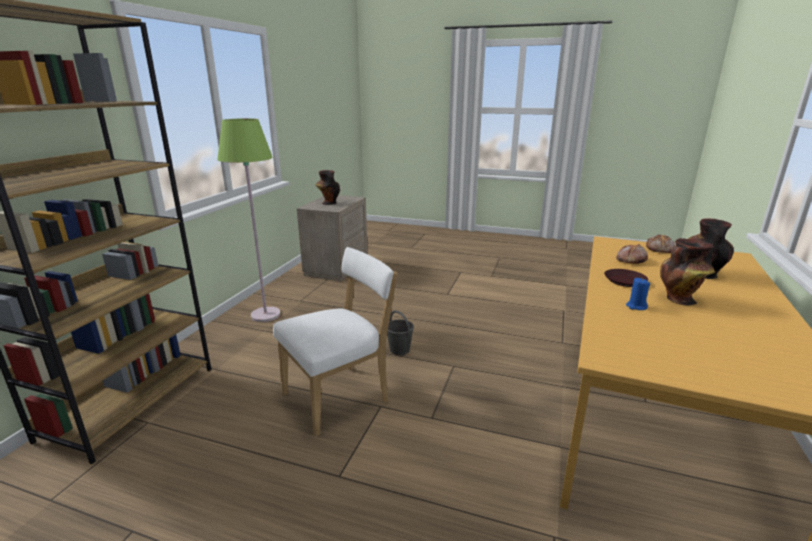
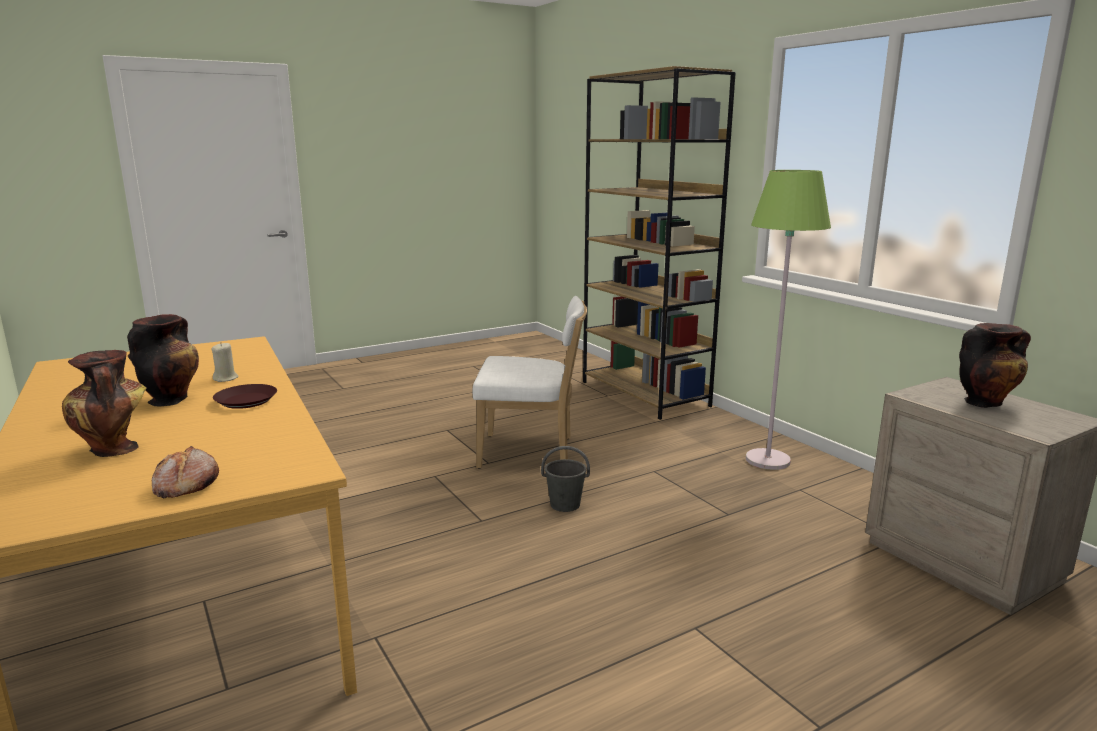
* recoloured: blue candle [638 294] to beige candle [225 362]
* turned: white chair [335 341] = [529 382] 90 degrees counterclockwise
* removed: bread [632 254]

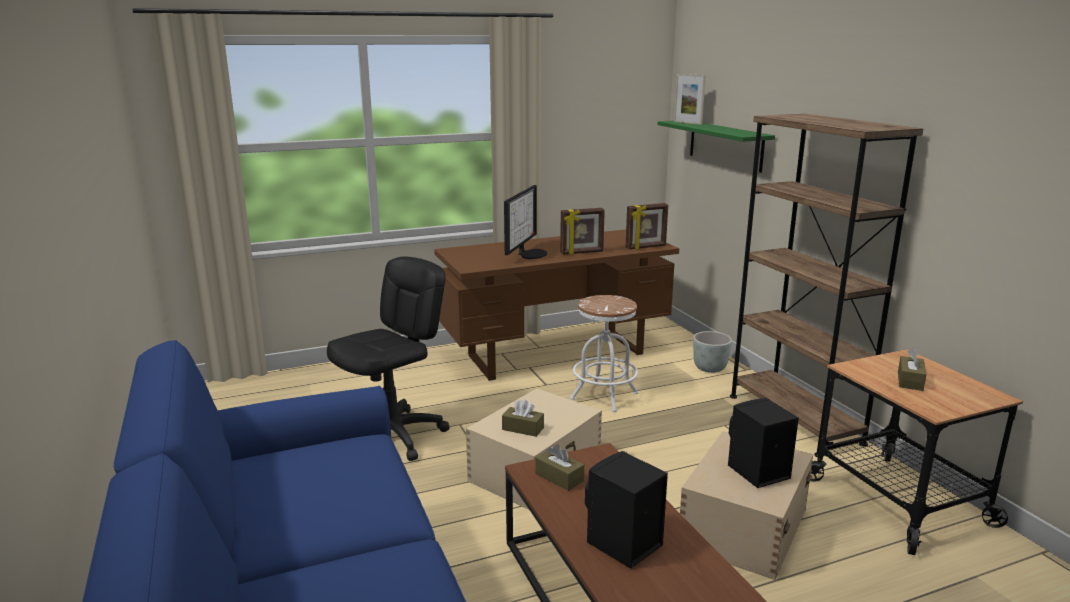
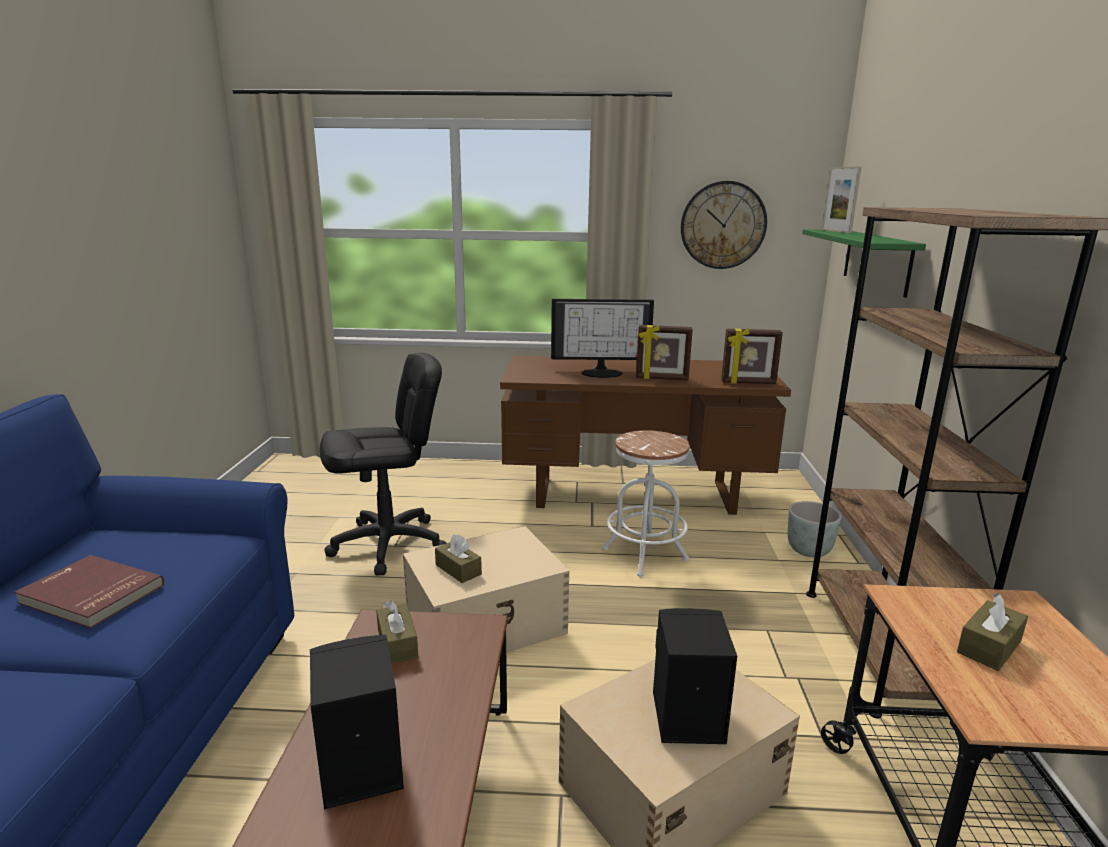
* added: red book [89 592]
* turned: monitor [525 222] = [602 338] 45 degrees clockwise
* added: wall clock [724 225]

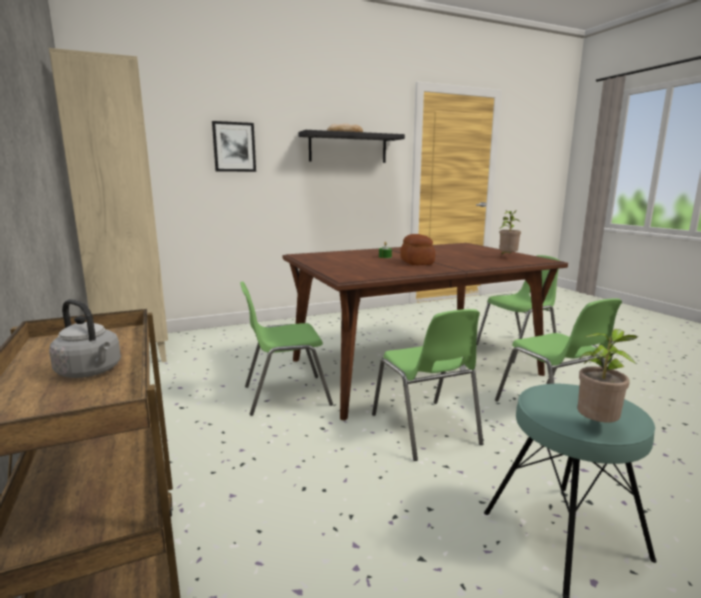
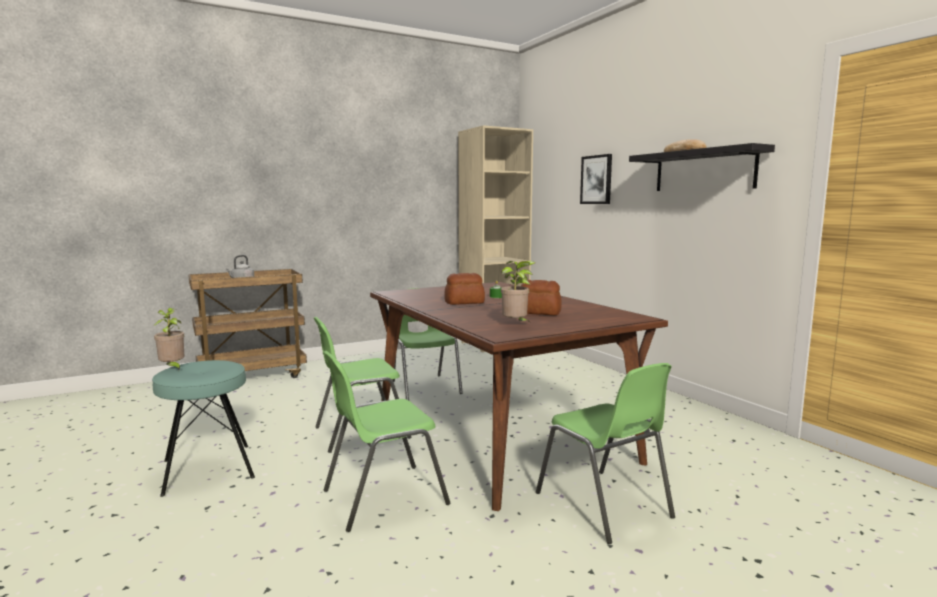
* added: bread [541 297]

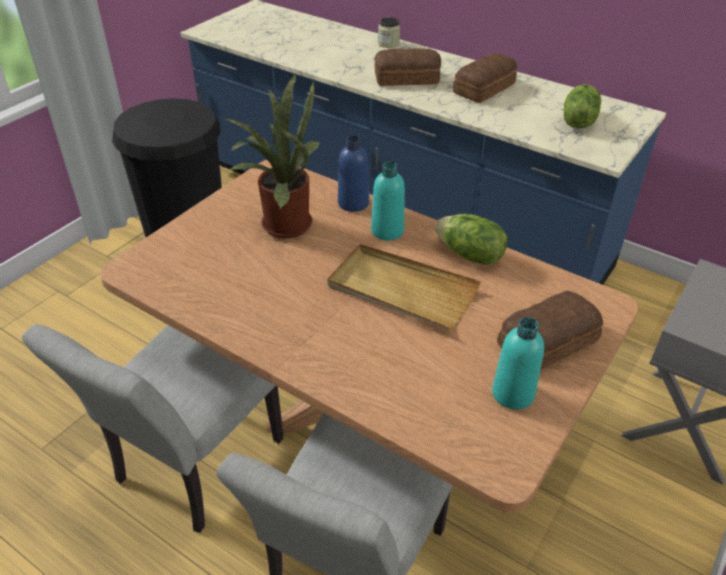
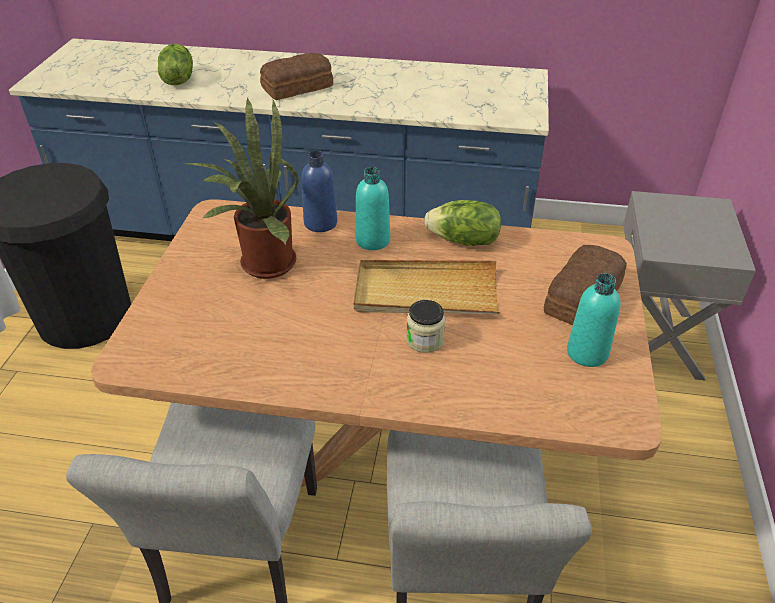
* moved: lettuce [582 106] to [175 64]
* moved: jar [389 32] to [426 326]
* removed: bread [485 78]

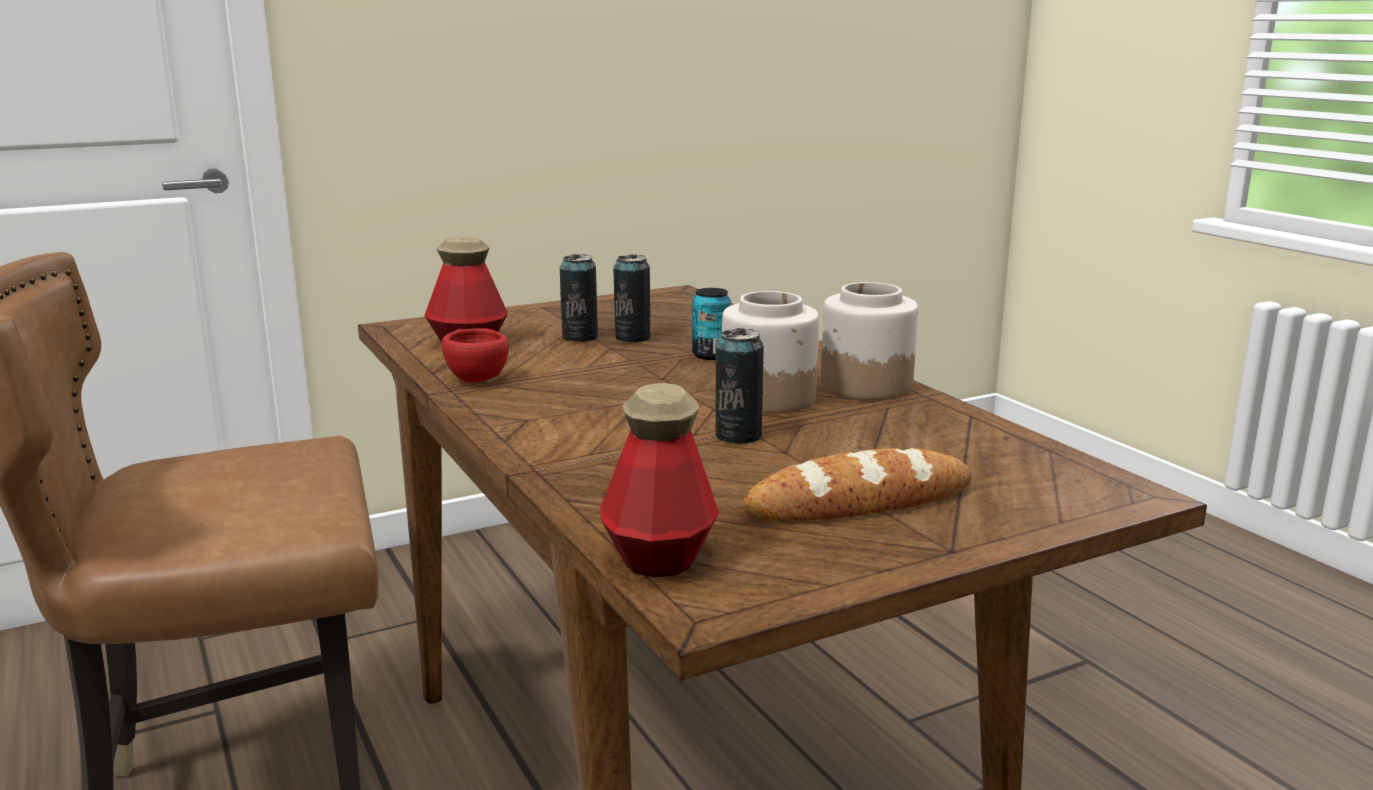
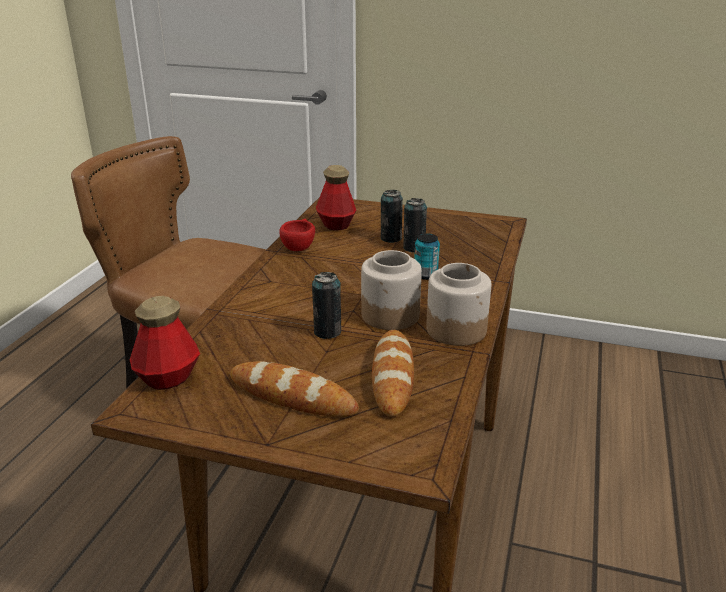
* added: bread [393 373]

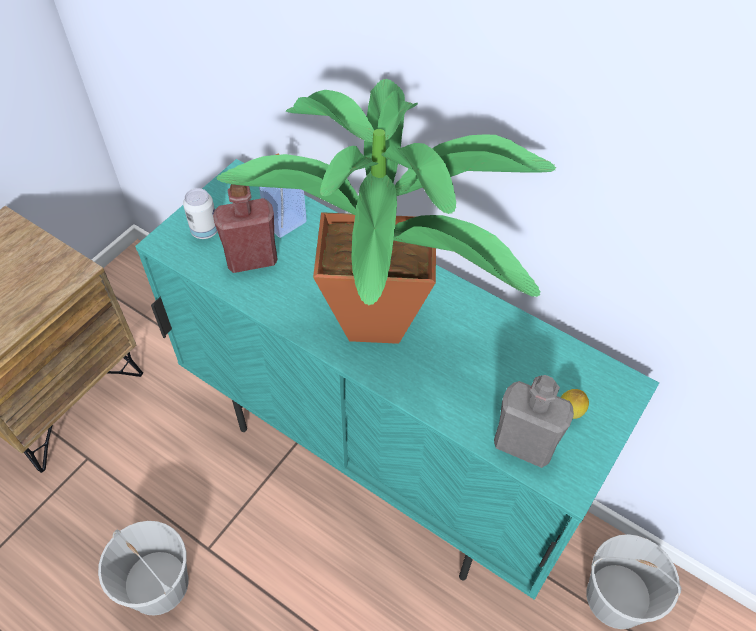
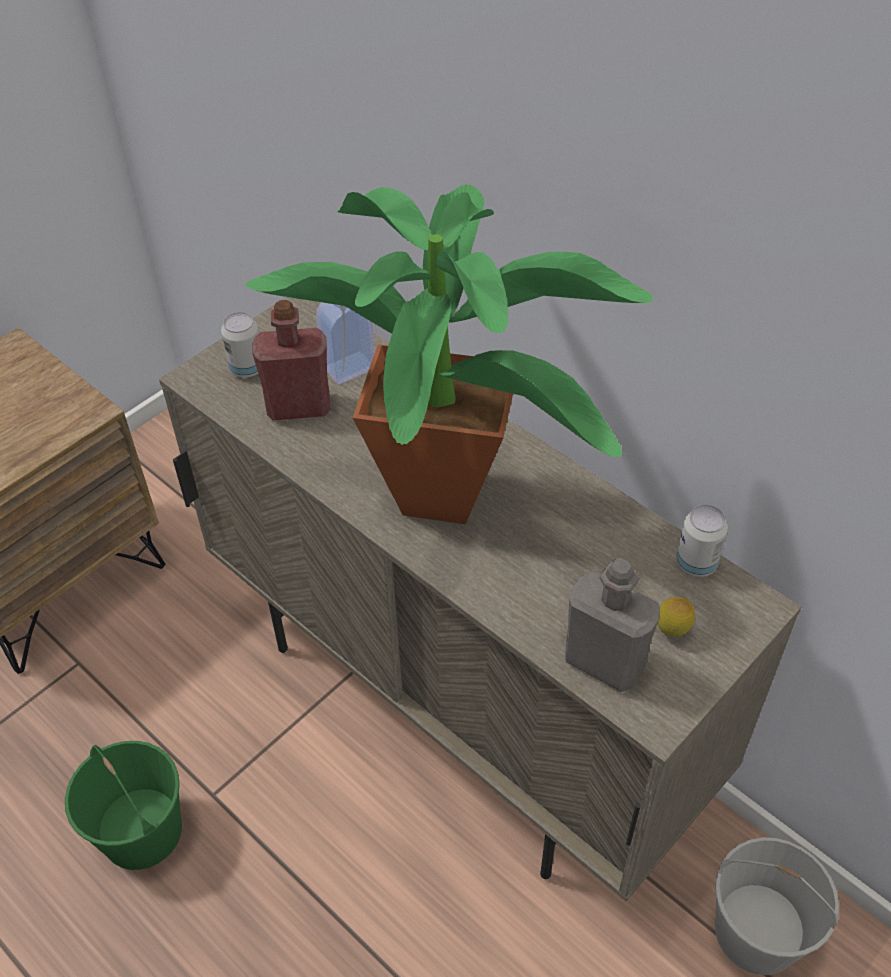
* recoloured: white bucket [143 568] to green bucket [123 805]
* recoloured: turquoise cabinet [397 379] to beige cabinet [480 599]
* added: can [702 541]

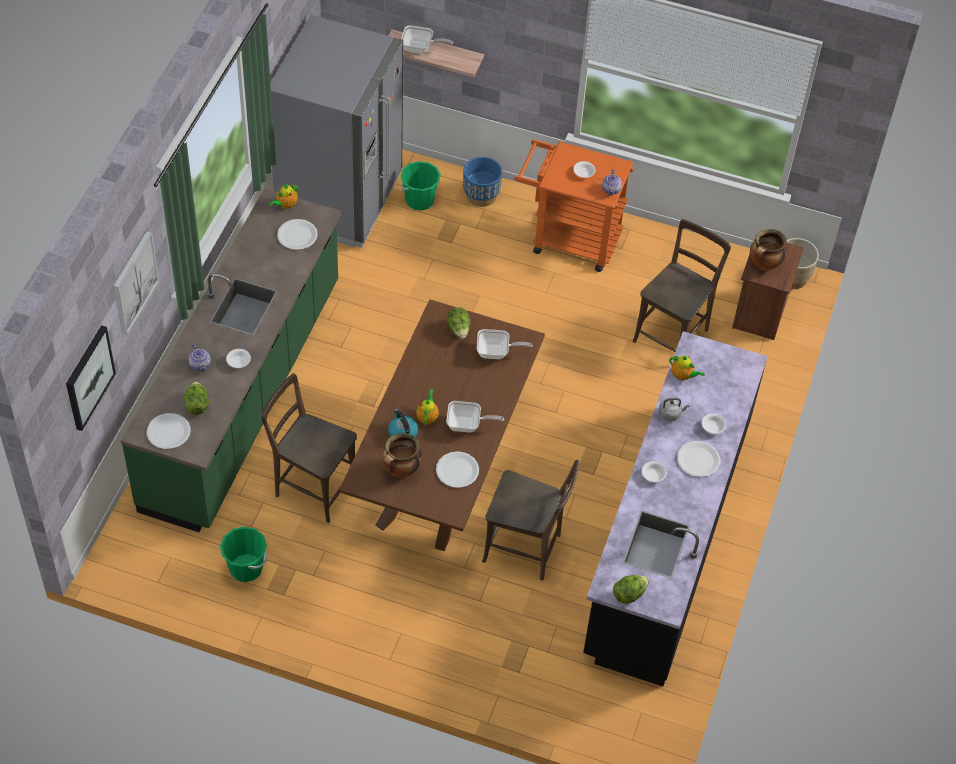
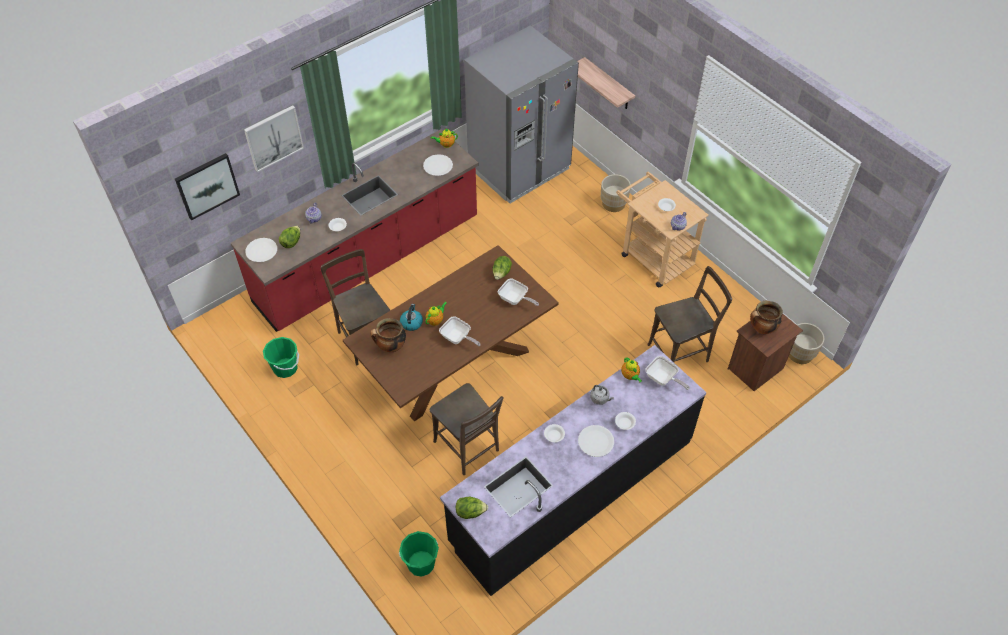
* recoloured: green counter [231 360] to red counter [354 230]
* moved: green bucket [421 186] to [419 554]
* recoloured: blue planter [482 182] to beige planter [616 193]
* recoloured: orange cart [573 205] to beige cart [662 230]
* moved: frying pan [427 39] to [668 373]
* removed: white plate [457 469]

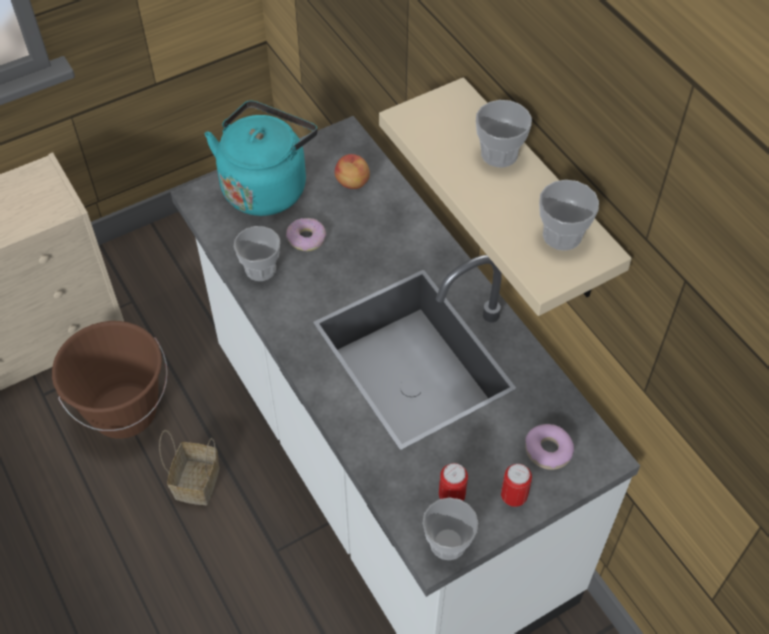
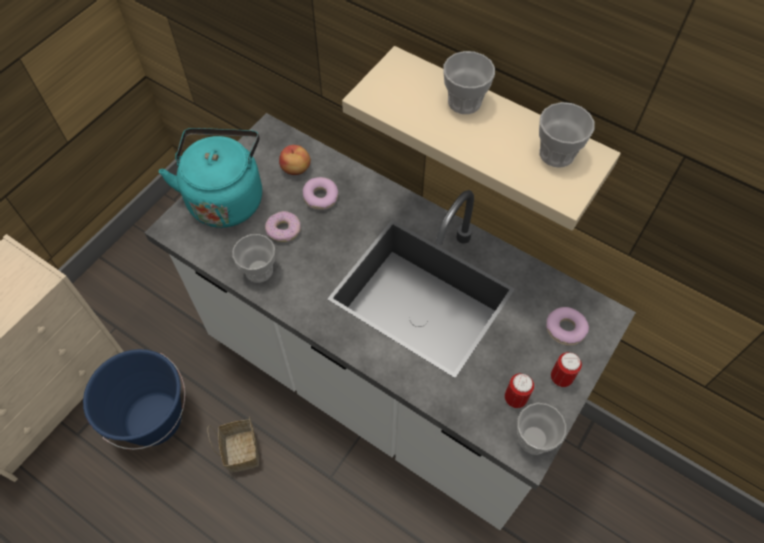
* recoloured: brown bucket [110 380] to blue bucket [134 399]
* added: donut [320 193]

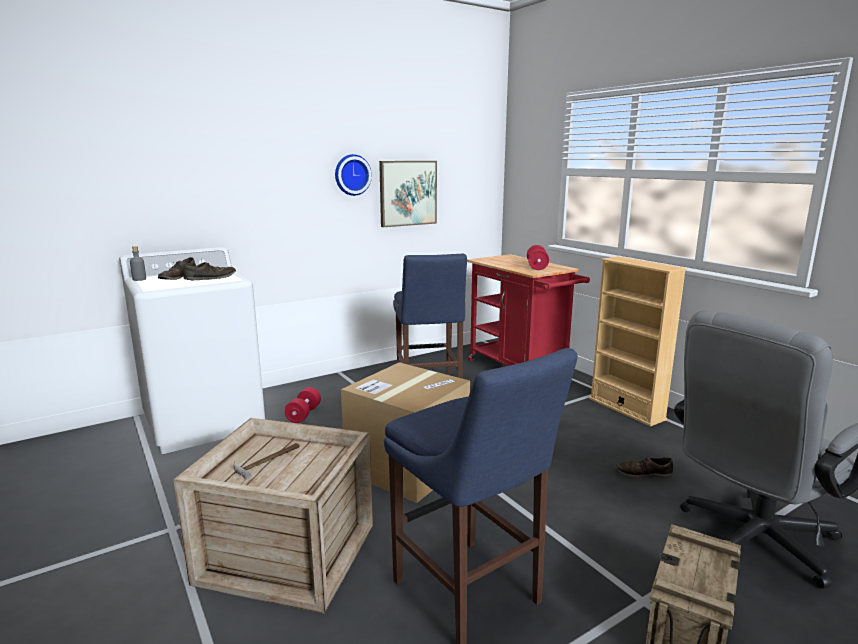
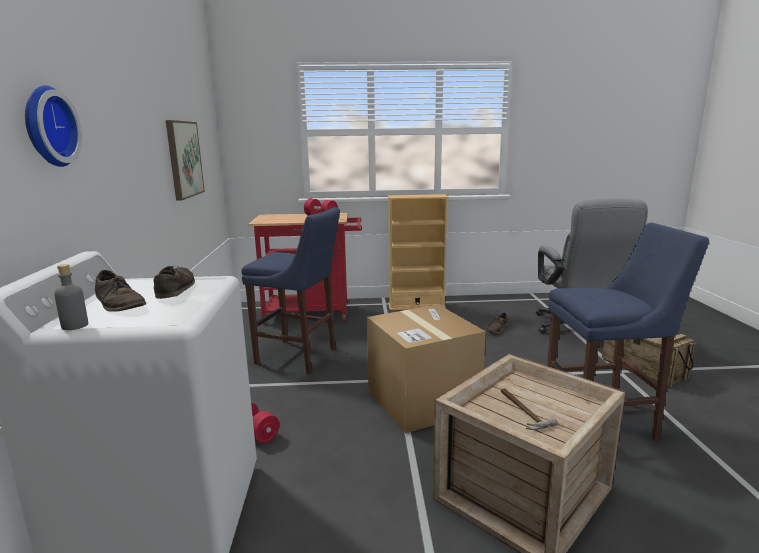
* moved: wall clock [353 175] to [53 126]

